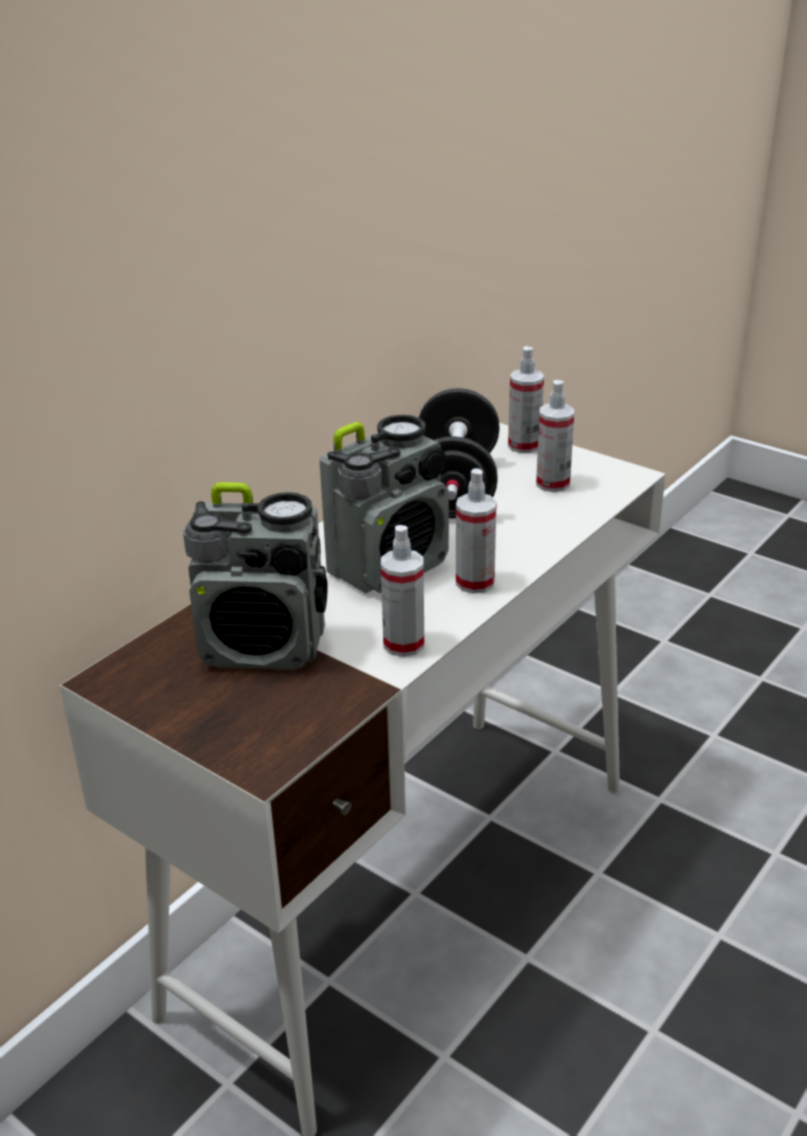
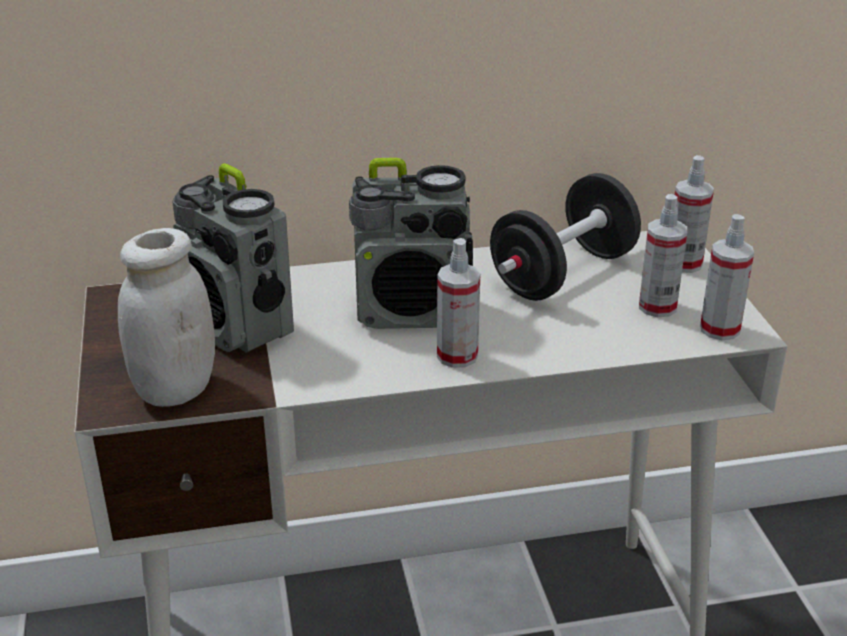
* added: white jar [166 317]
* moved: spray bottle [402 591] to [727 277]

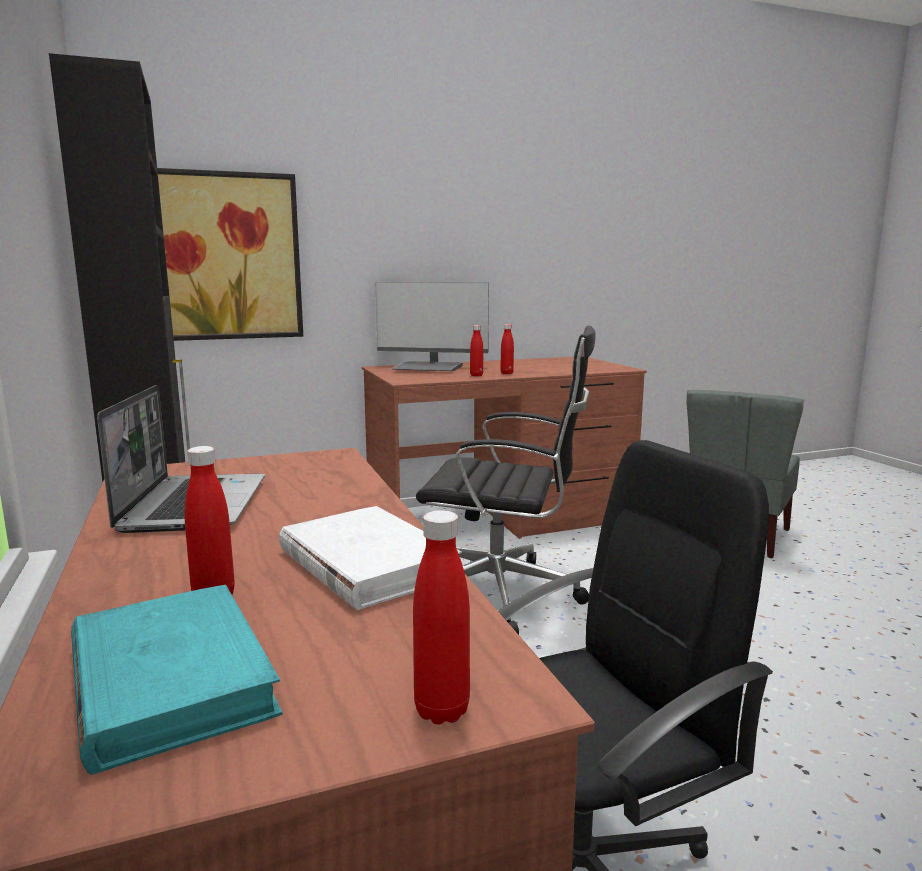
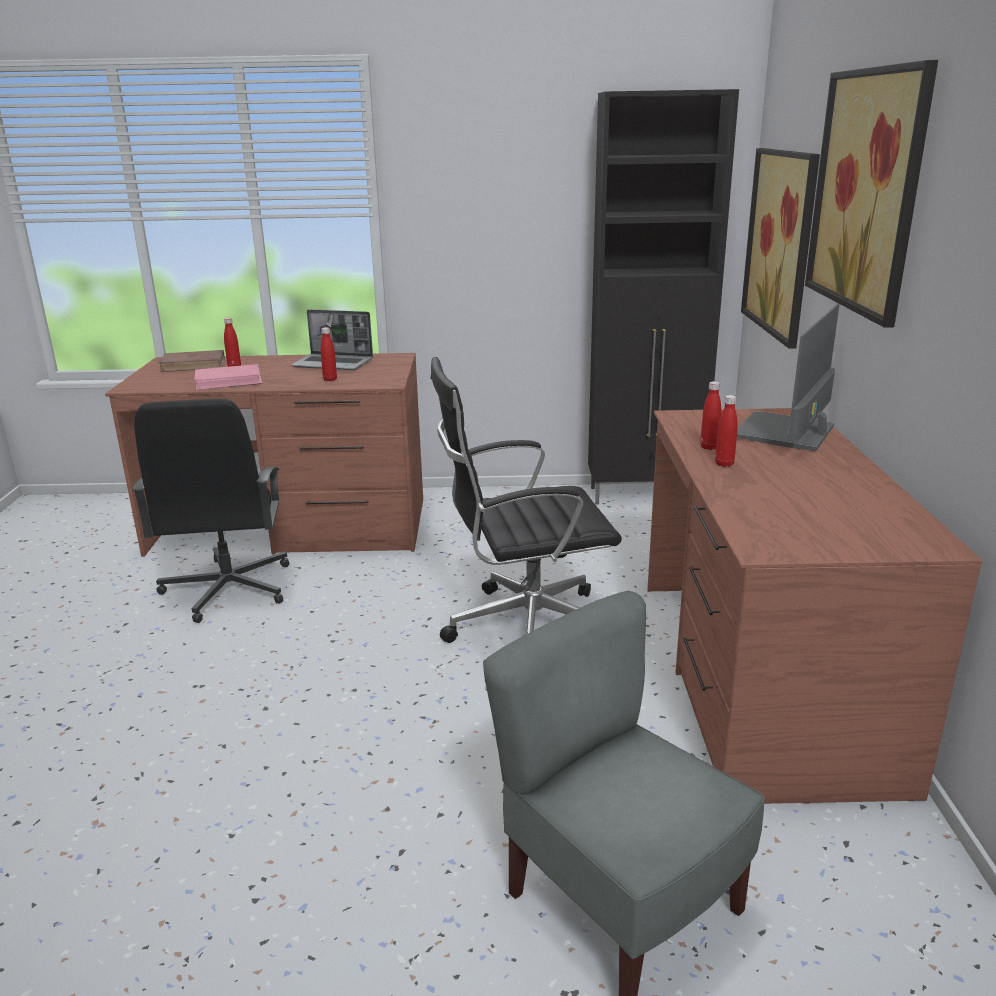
* recoloured: turquoise book [176 680] to brown book [191 361]
* recoloured: white book [370 558] to pink book [228 377]
* moved: red bottle [441 617] to [329 354]
* turned: black office chair [506 480] = [526 500] 45 degrees clockwise
* added: picture [871 194]

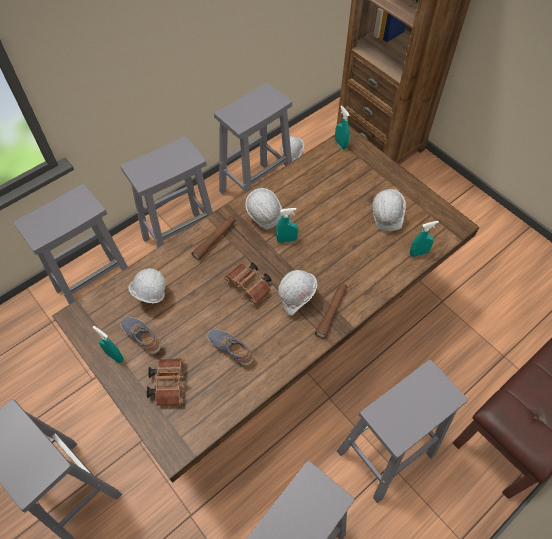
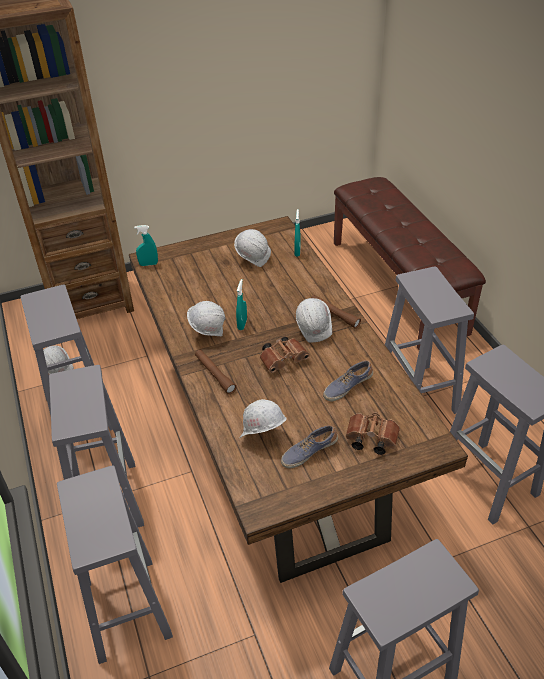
* removed: turquoise spray bottle [107 344]

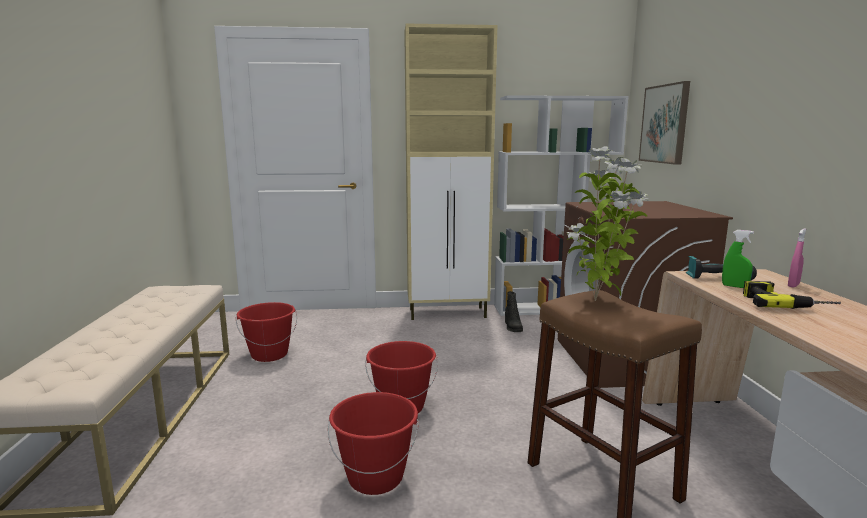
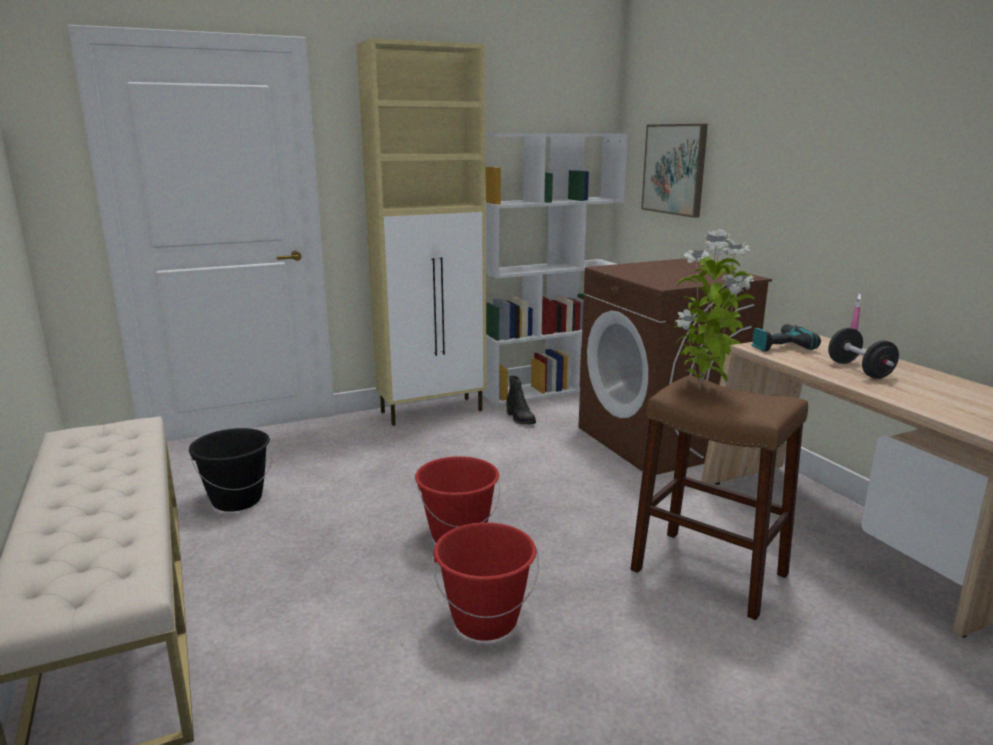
* recoloured: red bucket [266 332] to black bucket [231 470]
* replaced: power drill [792 295] to black dumbbell [863 353]
* removed: green spray bottle [738 259]

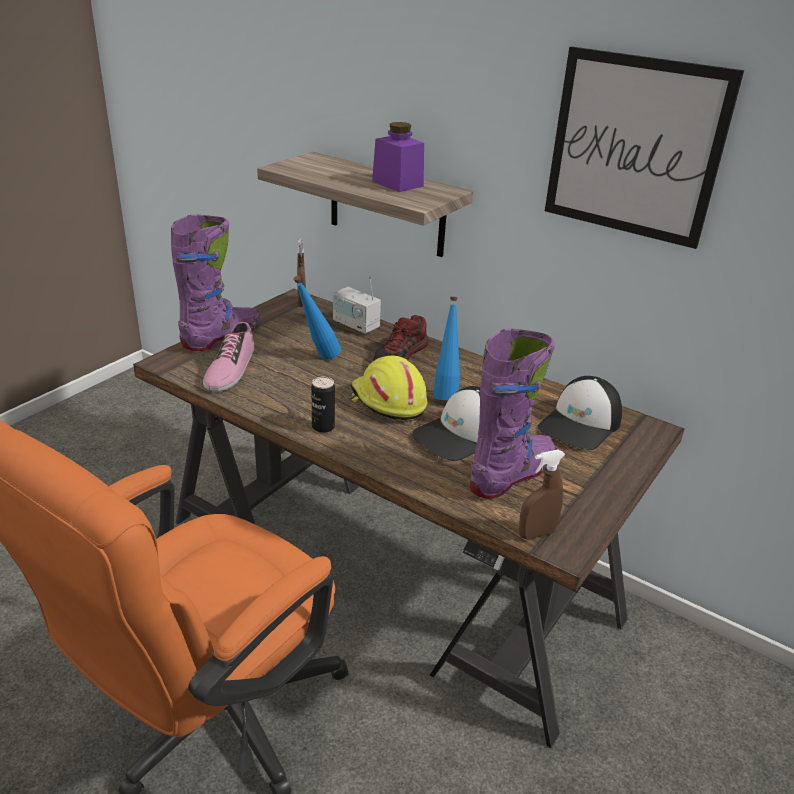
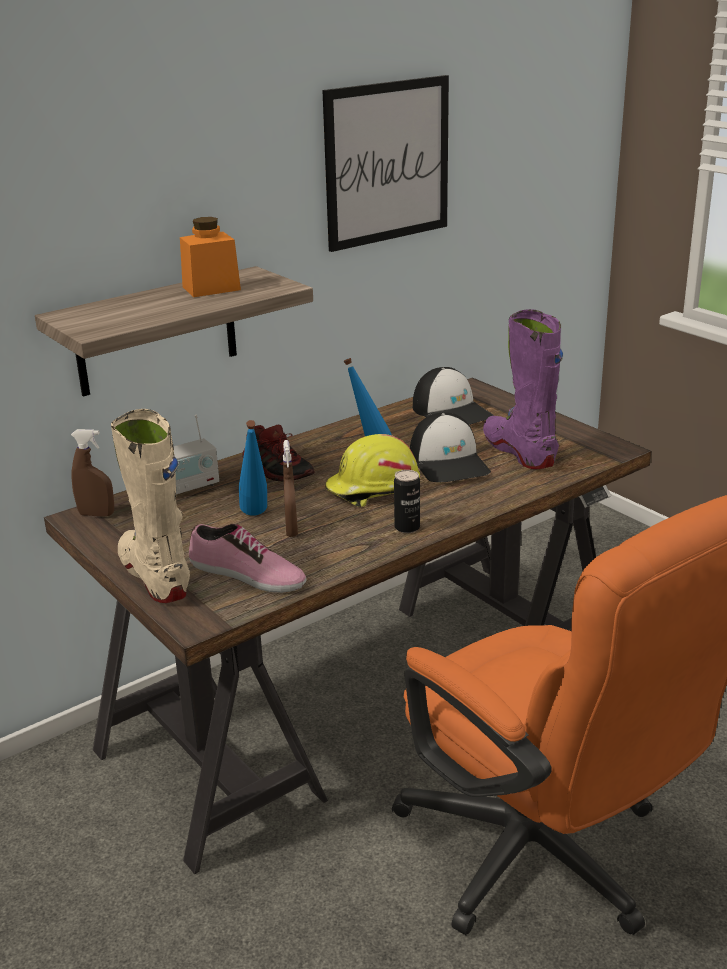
* recoloured: purple boot [215 283] to beige boot [150 506]
* recoloured: purple jar [398 157] to orange jar [210 257]
* moved: brown spray bottle [542 495] to [290 488]

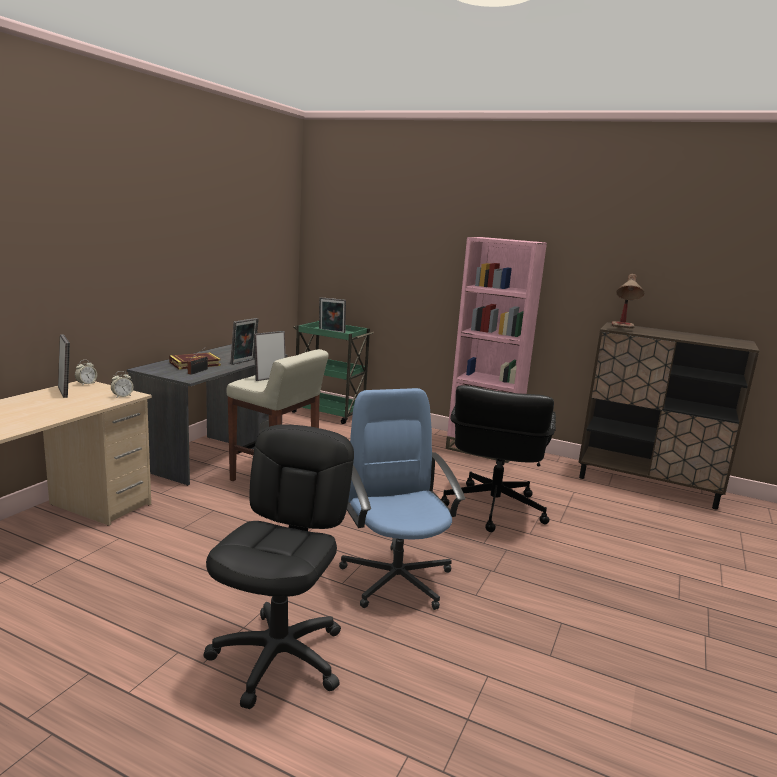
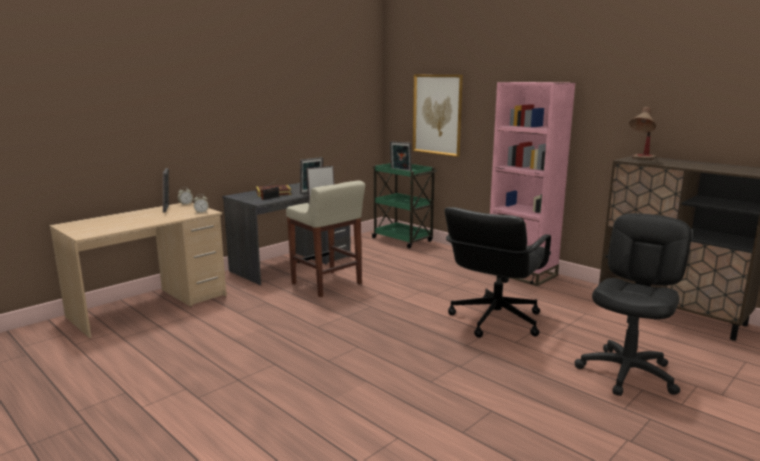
* added: picture [438 116]
* moved: black office chair [278 566] to [633 304]
* removed: blue office chair [402 499]

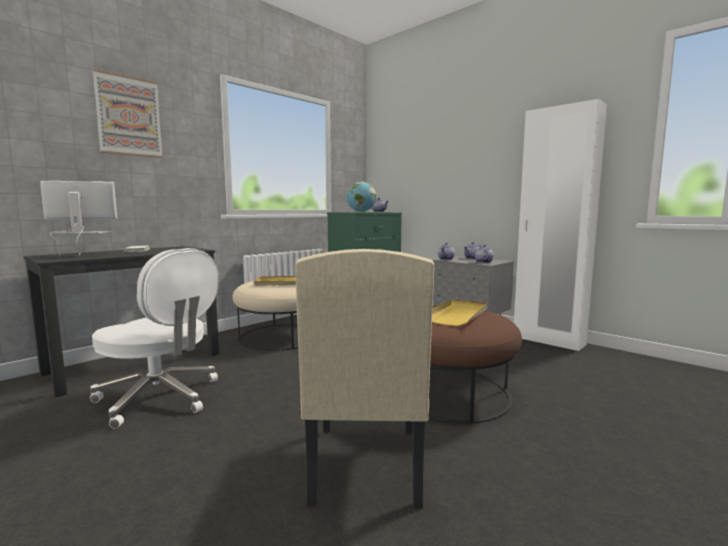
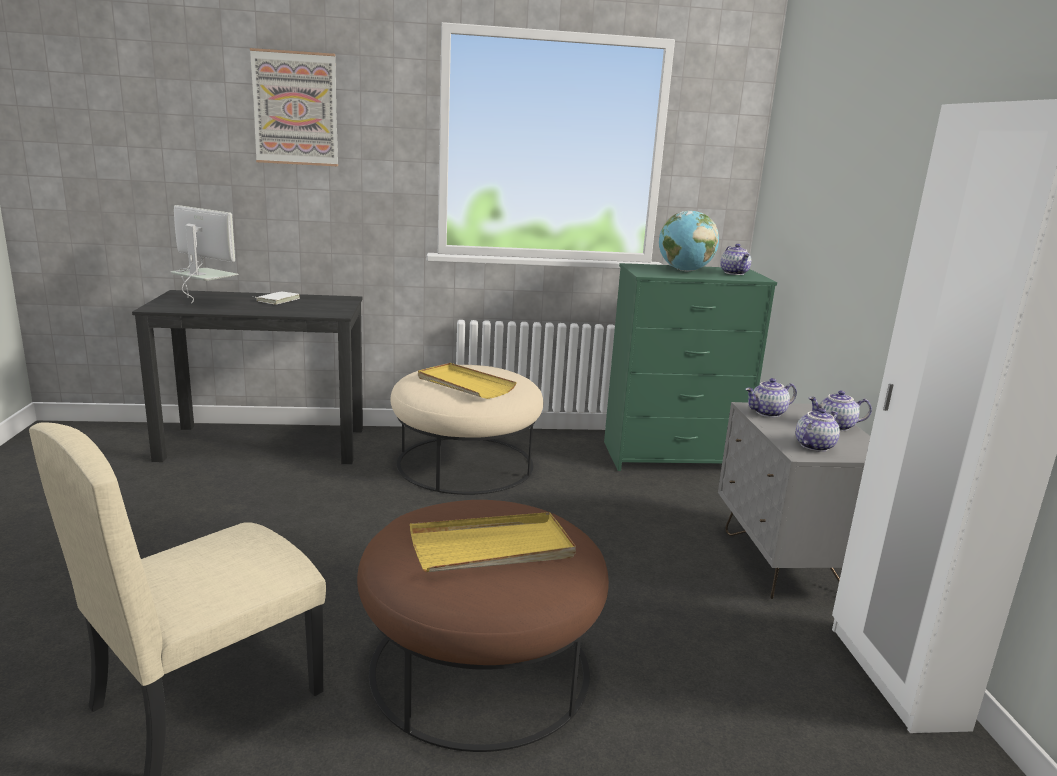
* removed: white office chair [154 338]

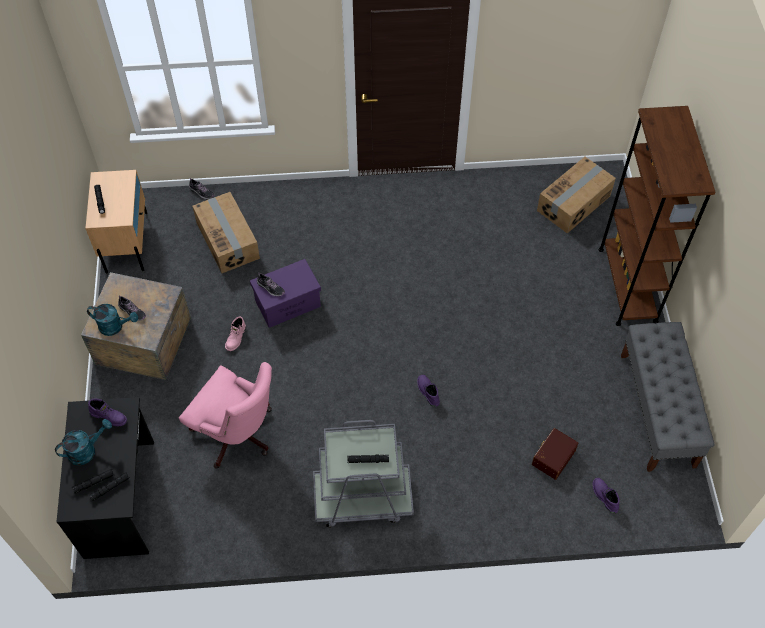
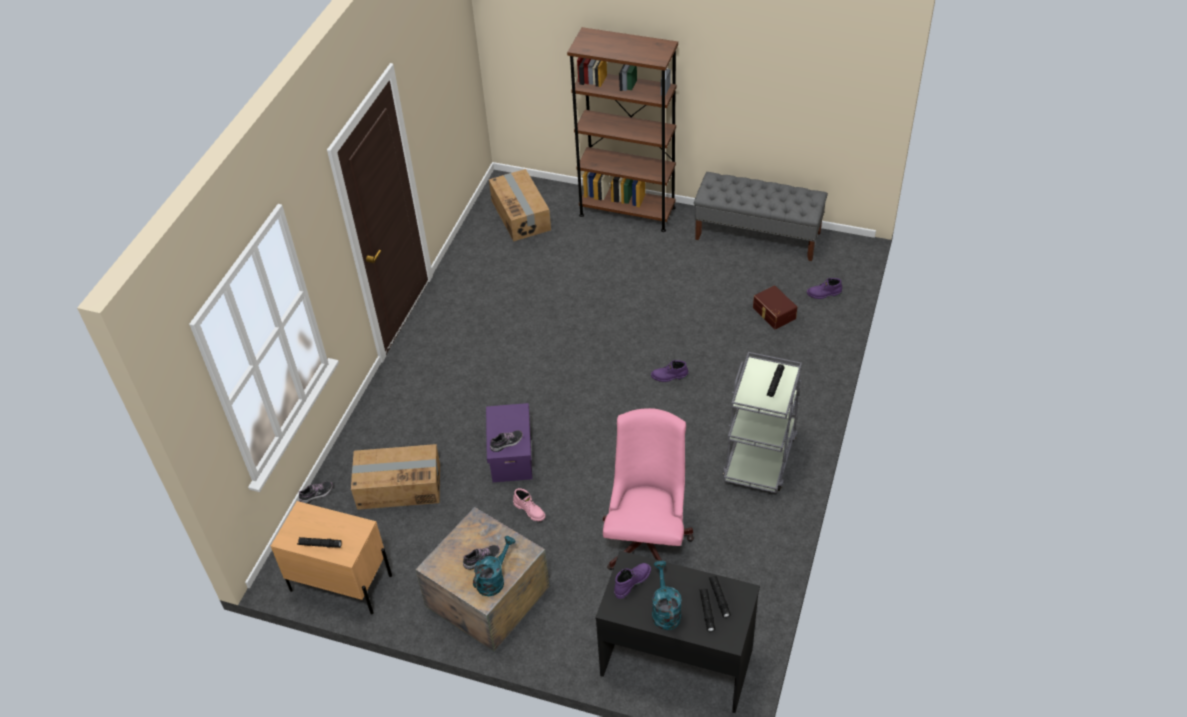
* turned: pink office chair [225 415] = [648 489] 45 degrees counterclockwise

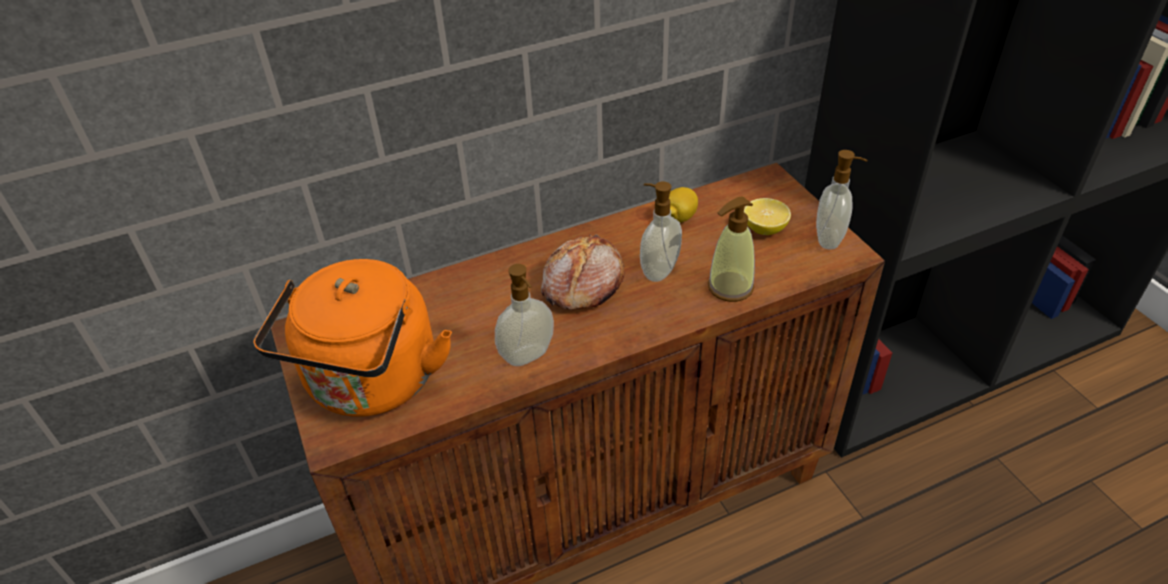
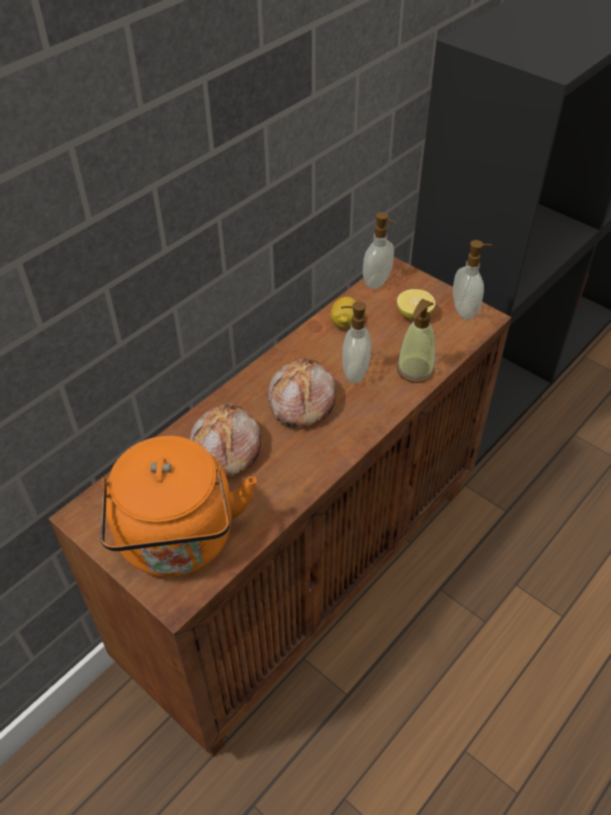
* added: bread [225 440]
* moved: soap dispenser [524 315] to [379 250]

